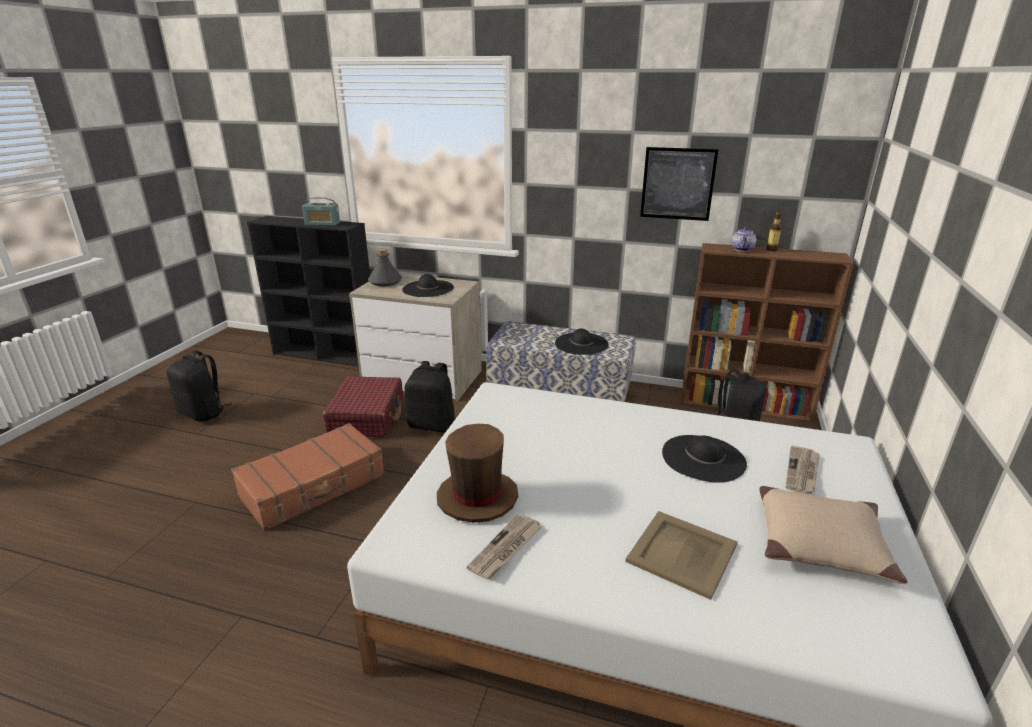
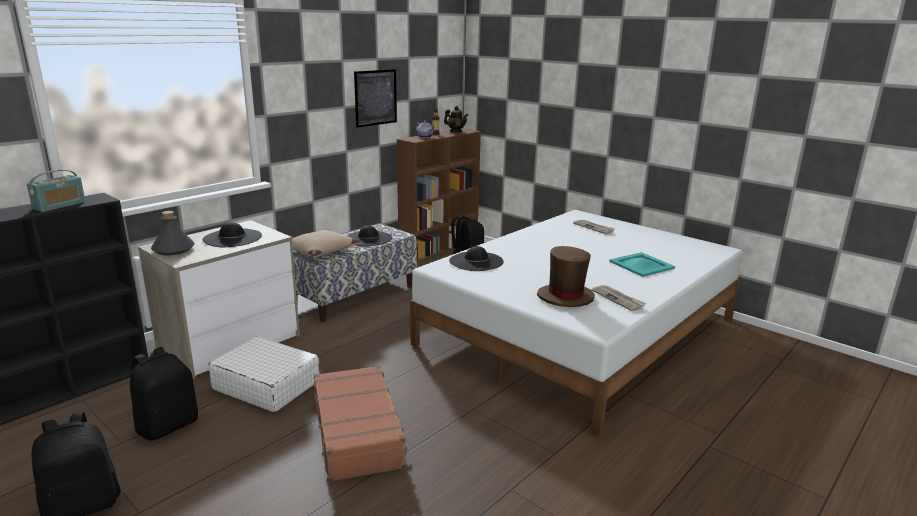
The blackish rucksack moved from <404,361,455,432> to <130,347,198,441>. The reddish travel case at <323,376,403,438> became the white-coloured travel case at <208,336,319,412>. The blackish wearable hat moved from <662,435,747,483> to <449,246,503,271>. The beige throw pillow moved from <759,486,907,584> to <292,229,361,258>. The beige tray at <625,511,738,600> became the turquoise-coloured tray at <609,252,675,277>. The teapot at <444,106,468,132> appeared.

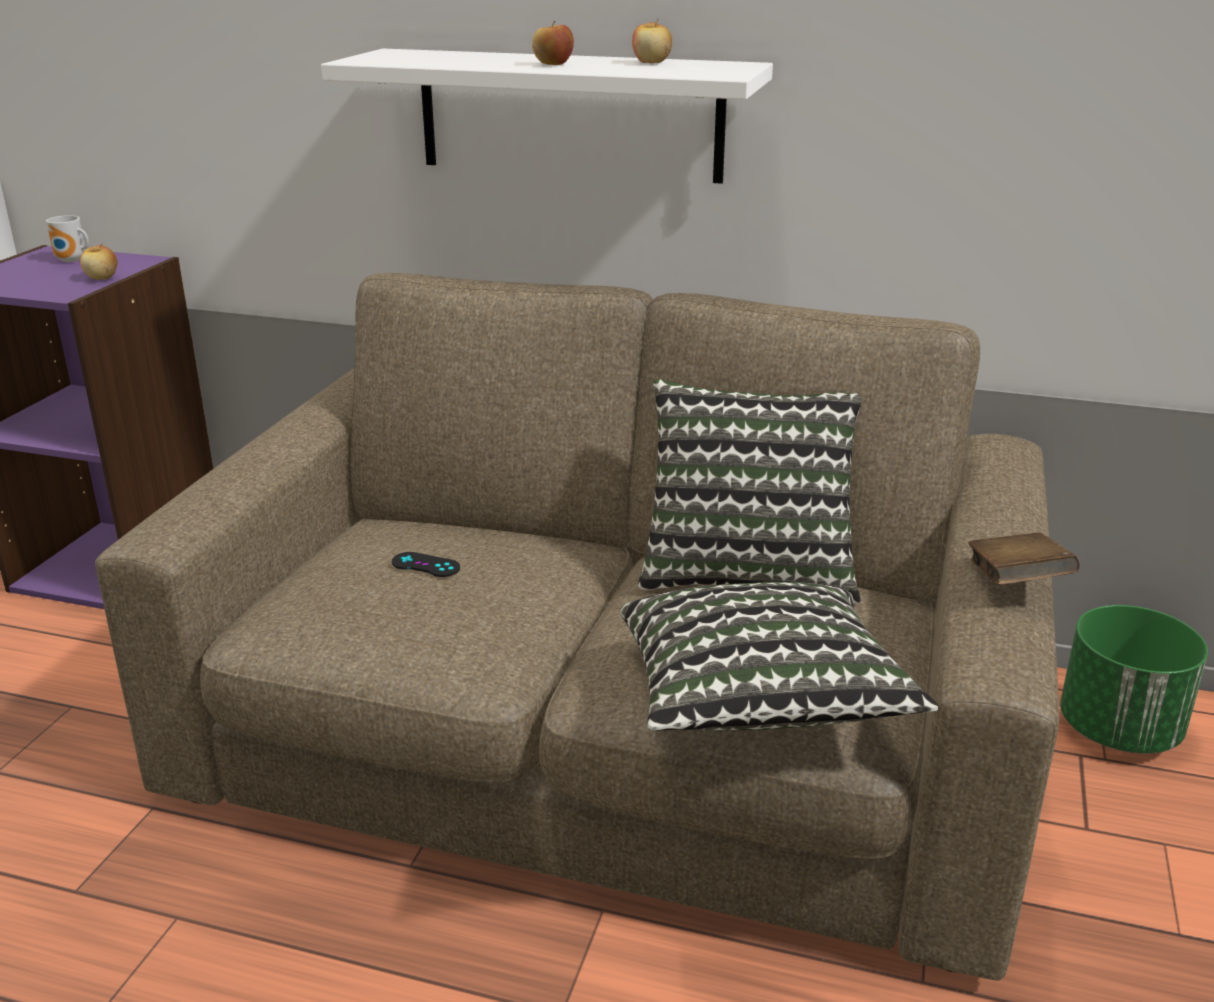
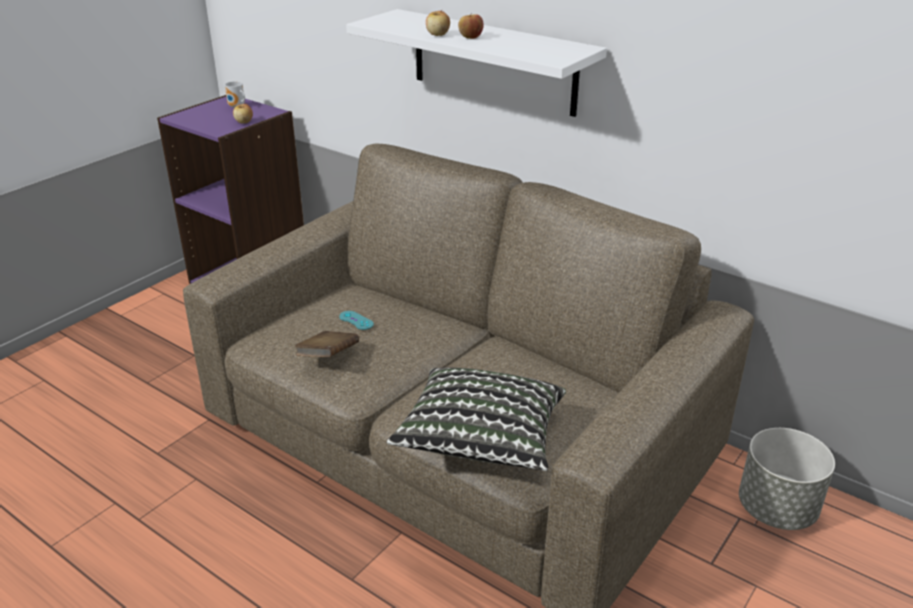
The apple moved from <632,19,672,63> to <426,9,450,36>. The throw pillow at <638,379,861,604> disappeared. The brown-coloured book moved from <968,533,1080,585> to <294,331,359,357>. The blackish game controller at <392,552,460,577> became the turquoise-coloured game controller at <339,311,374,330>. The green planter at <1060,605,1208,754> became the gray planter at <739,428,835,530>.

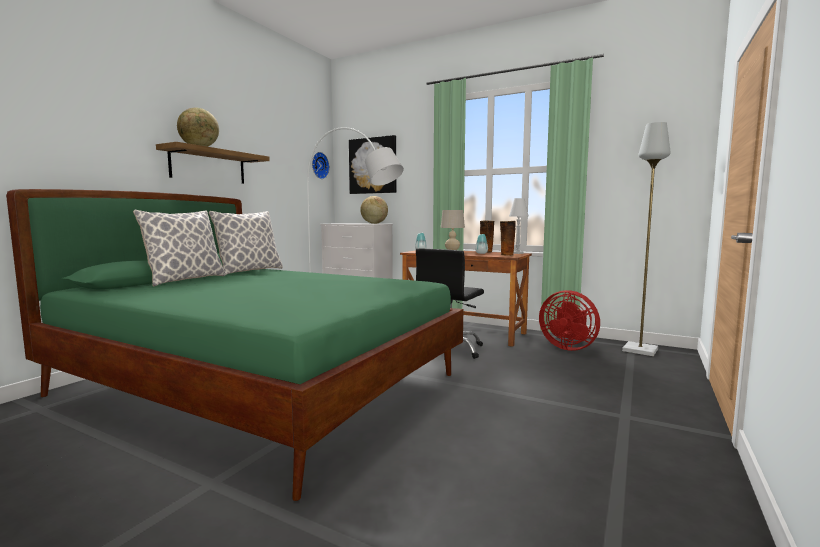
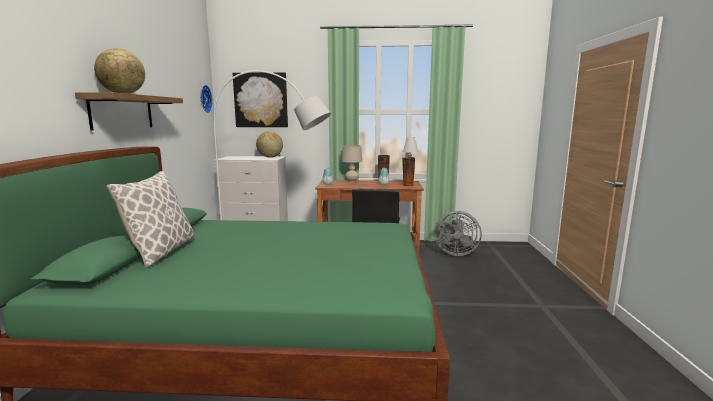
The gray standing lamp at <622,122,671,356> disappeared. The throw pillow at <209,211,283,275> disappeared. The reddish cooling fan at <539,290,600,351> became the gray cooling fan at <434,211,482,256>.

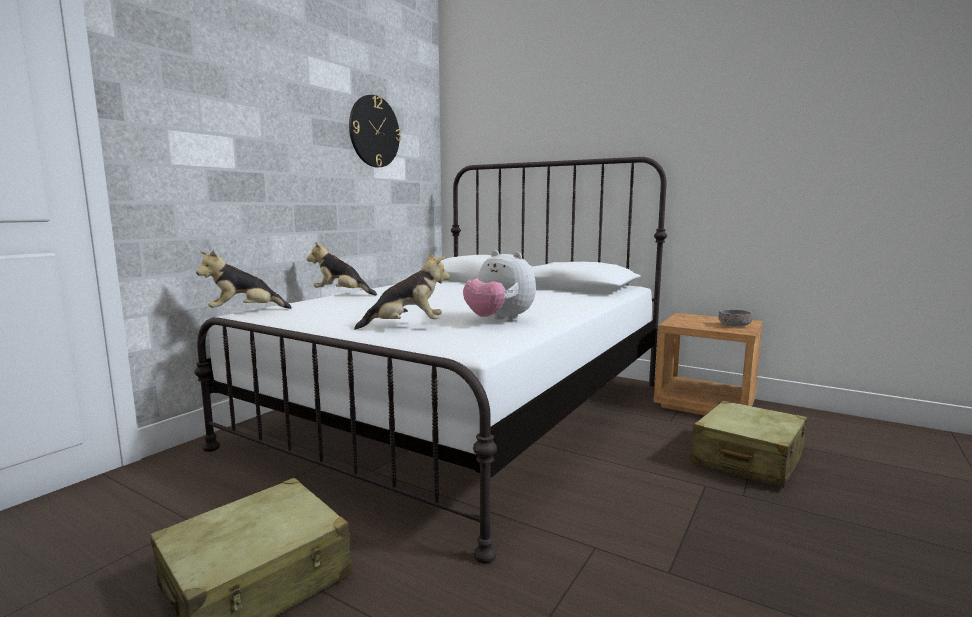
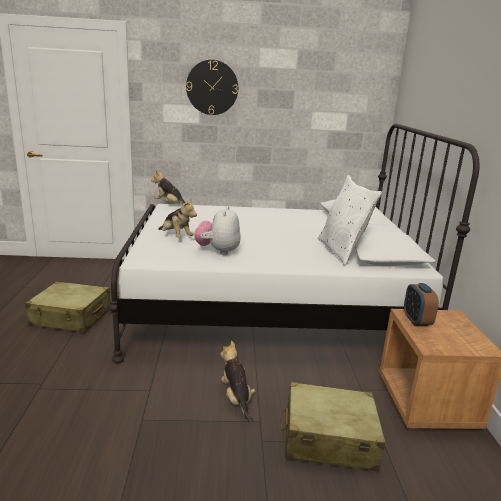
The clock on the wall moved from <349,95,401,167> to <186,60,238,115>. The cuddly toy moved from <307,242,377,296> to <220,341,255,423>. The gray deep dish at <718,309,752,327> disappeared. The white-coloured throw pillow at <318,175,383,266> appeared. The alarm clock at <404,283,439,326> appeared.

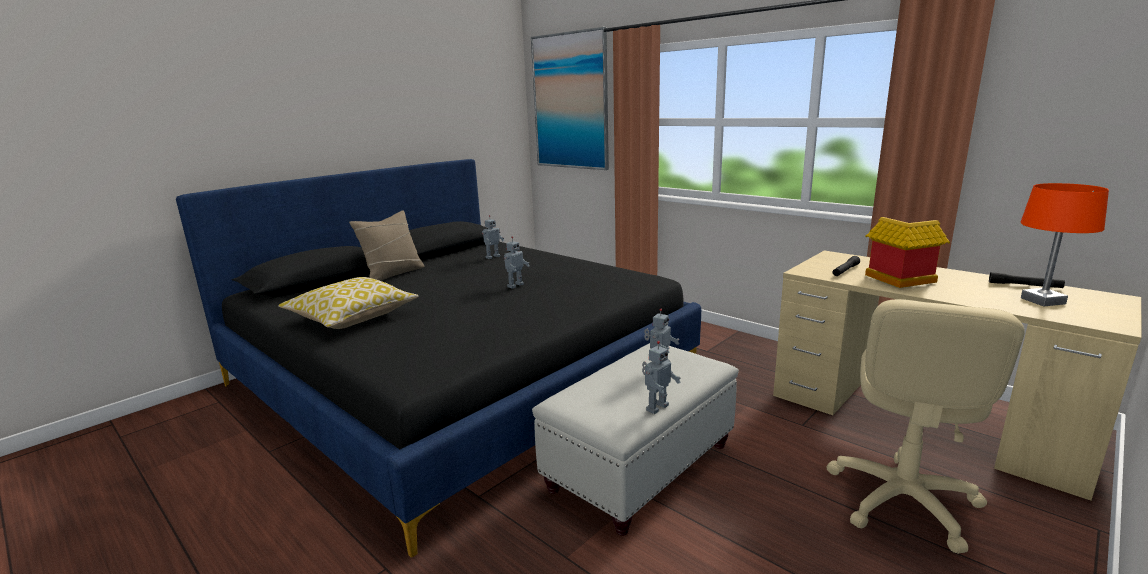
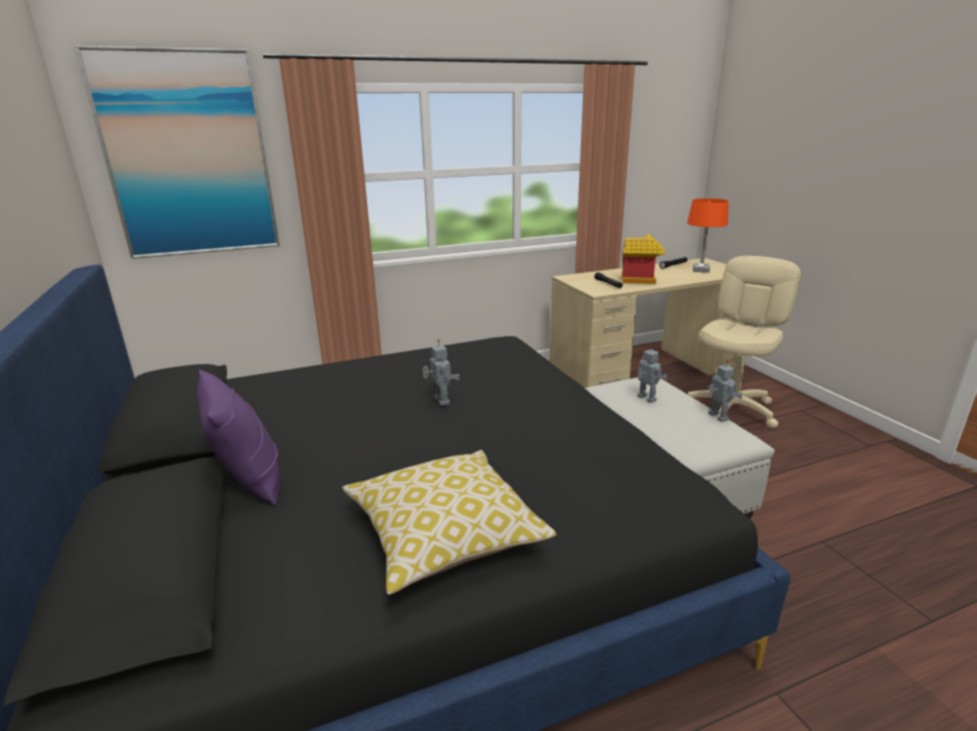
The beige throw pillow at <349,210,425,281> became the purple throw pillow at <197,370,280,506>. The toy robot at <482,215,504,259> disappeared. The beige office chair at <827,299,1024,554> turned 105 degrees counterclockwise.

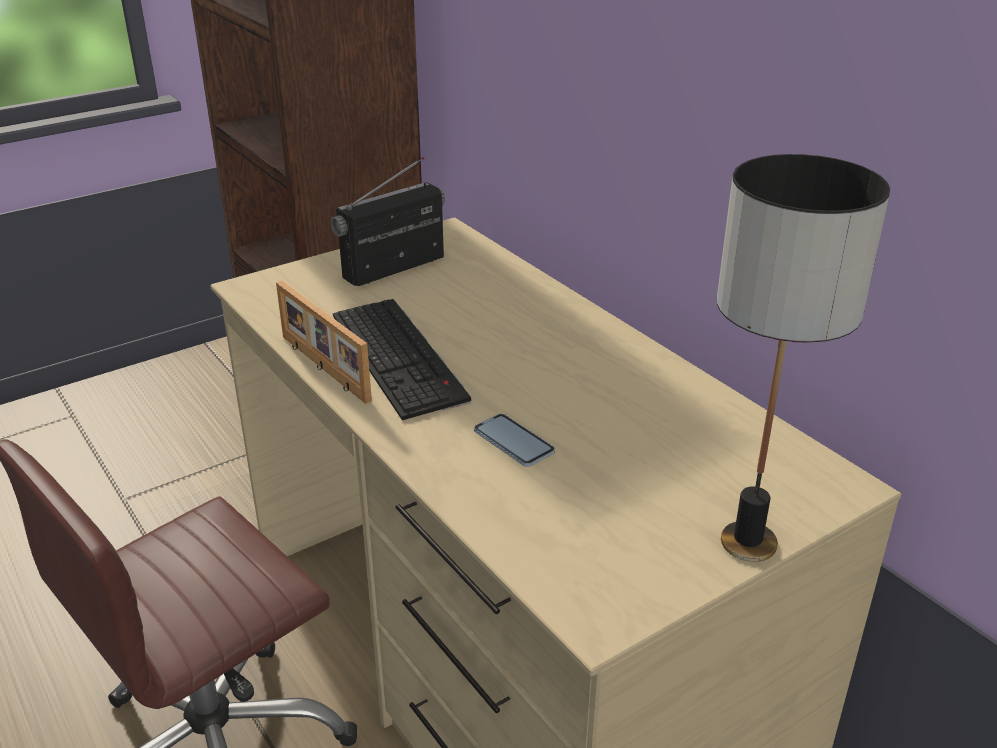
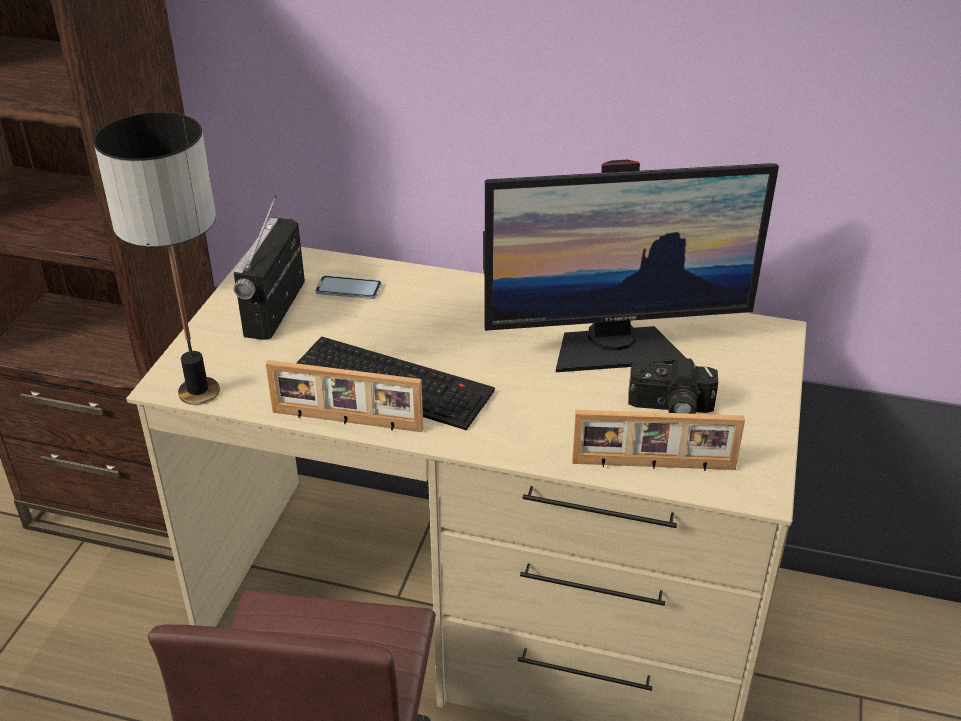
The lamp for a table moved from <717,154,890,562> to <94,112,220,405>. The phone moved from <474,414,555,467> to <315,276,382,299>. The monitor at <483,160,779,372> appeared. The photo camera at <628,358,718,414> appeared. The photo frame at <572,410,745,471> appeared.

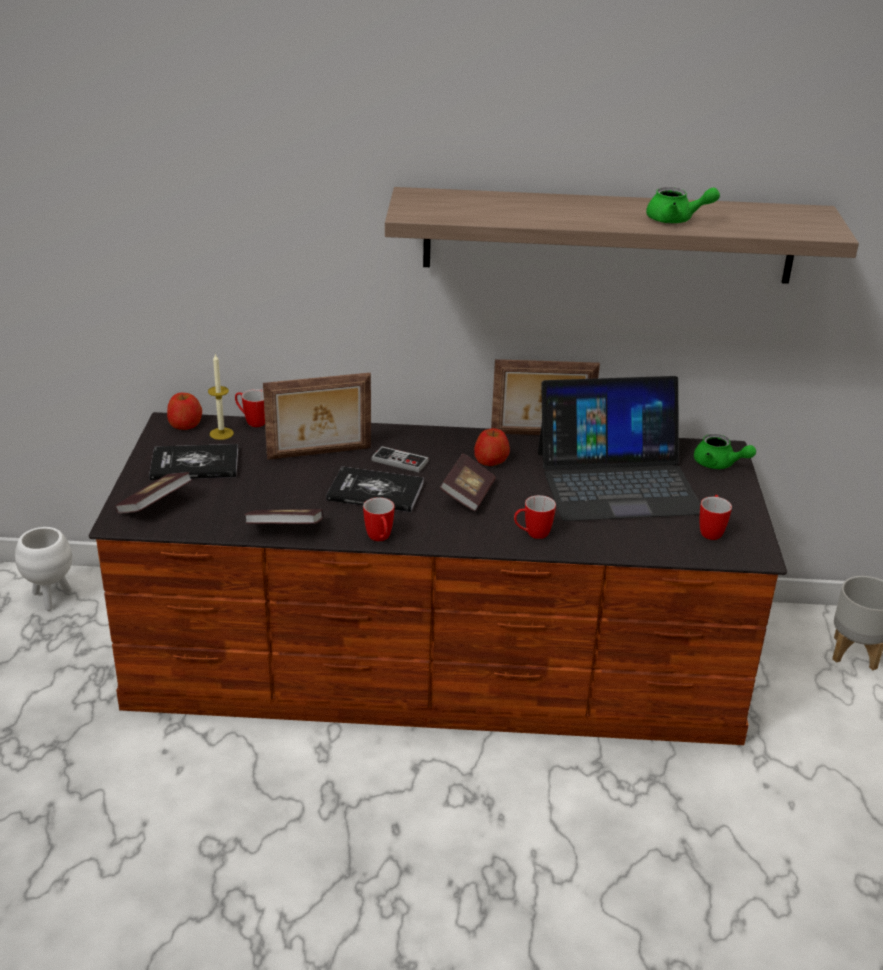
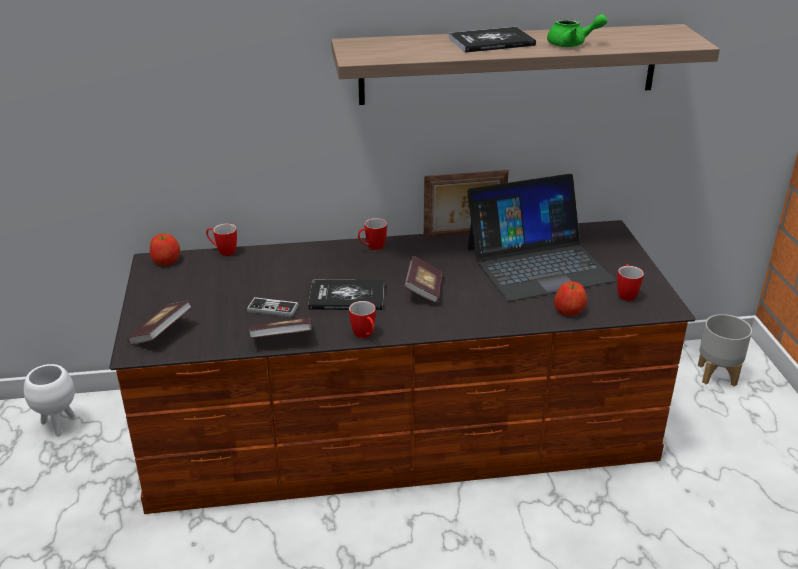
The candle at <208,353,234,440> disappeared. The photo frame at <263,373,371,460> disappeared. The apple moved from <474,428,510,466> to <554,282,587,316>. The green teapot at <694,434,756,469> disappeared. The book moved from <149,444,238,480> to <448,27,536,53>. The game controller moved from <371,446,429,472> to <247,297,299,317>. The coffee mug moved from <514,495,556,539> to <358,218,387,250>.

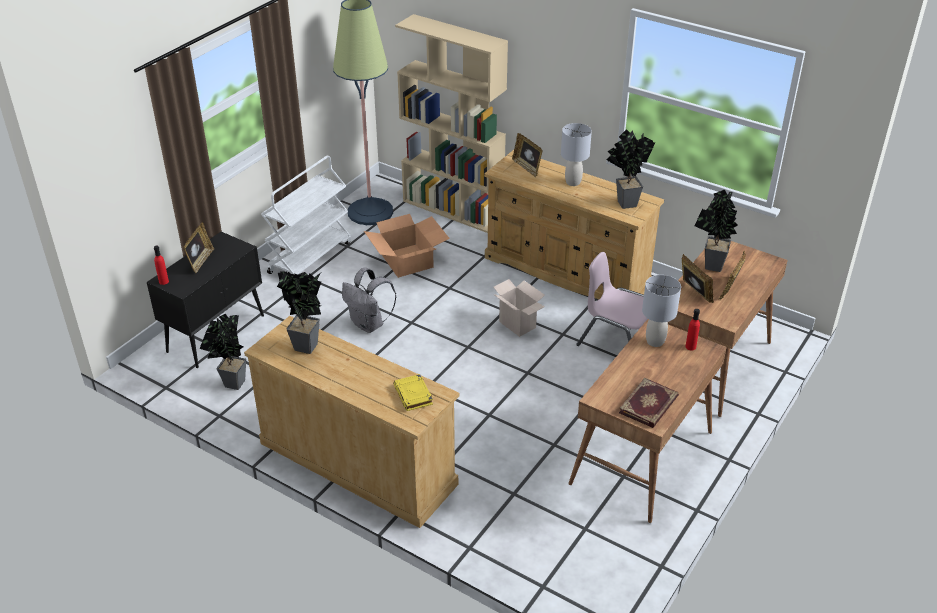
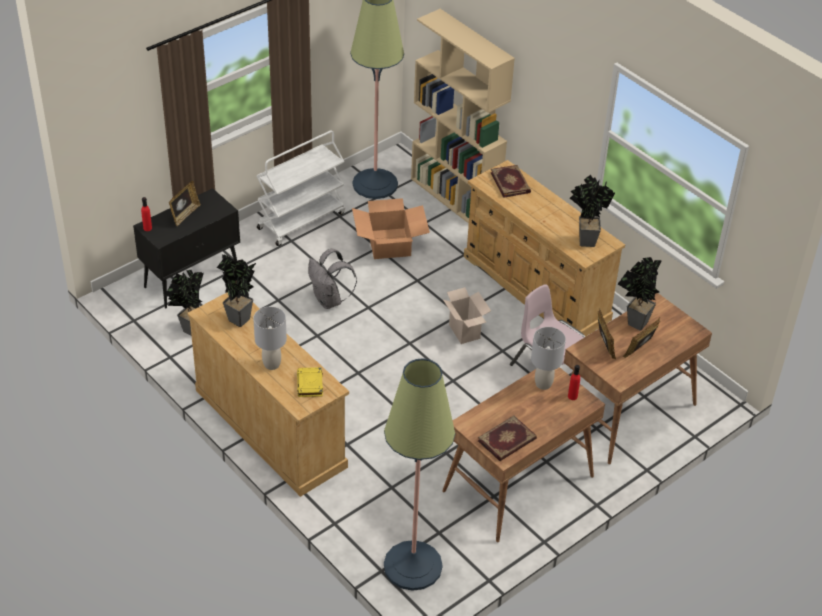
The gray lamp for a table moved from <561,123,592,186> to <253,307,287,370>. The photo frame at <512,133,543,177> was replaced by the book at <491,165,531,198>. The standing lamp at <384,358,455,591> appeared.

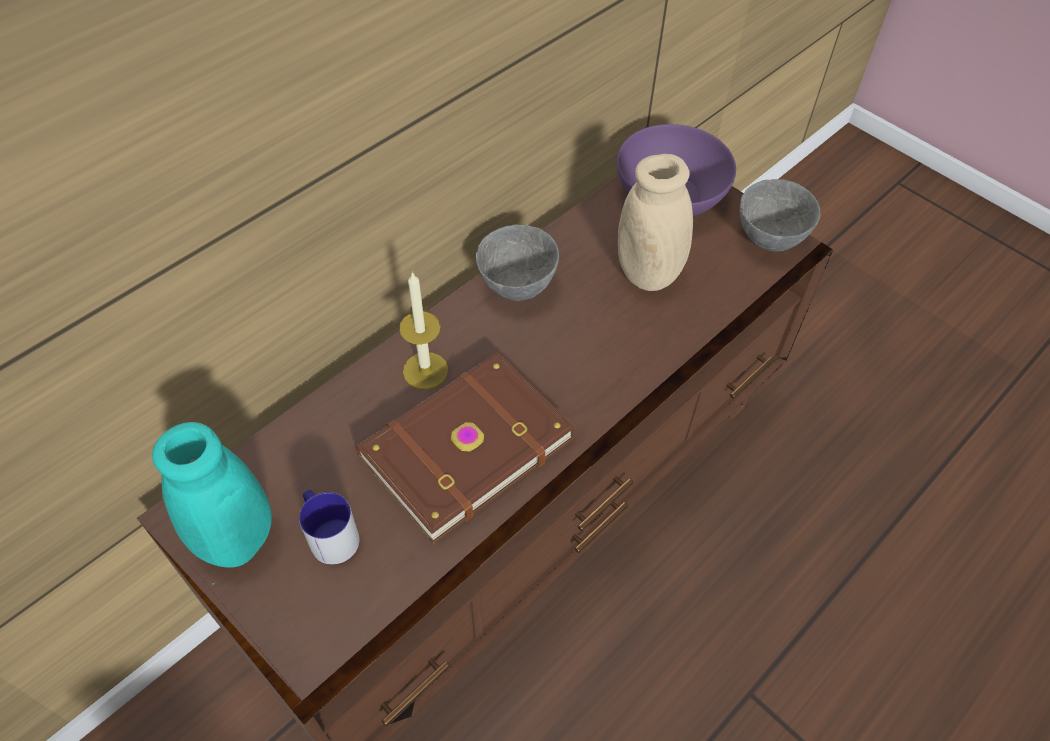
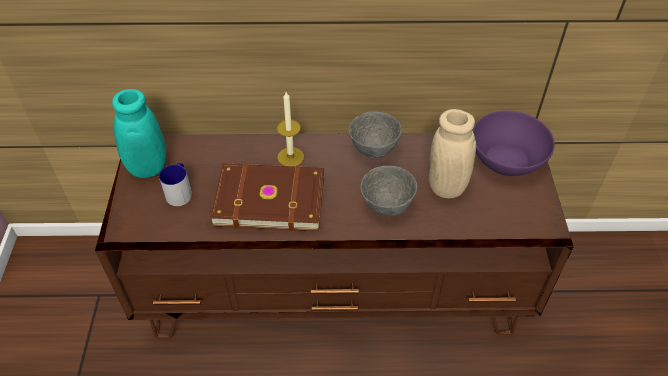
The gray deep dish moved from <740,179,820,252> to <360,166,417,216>.

